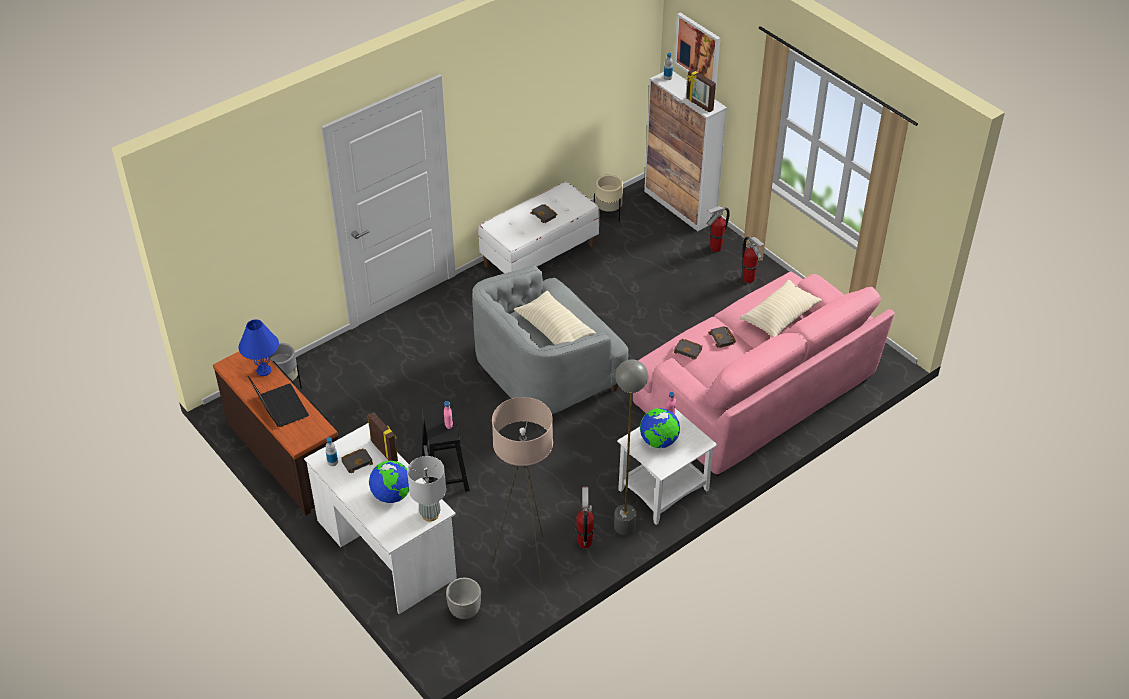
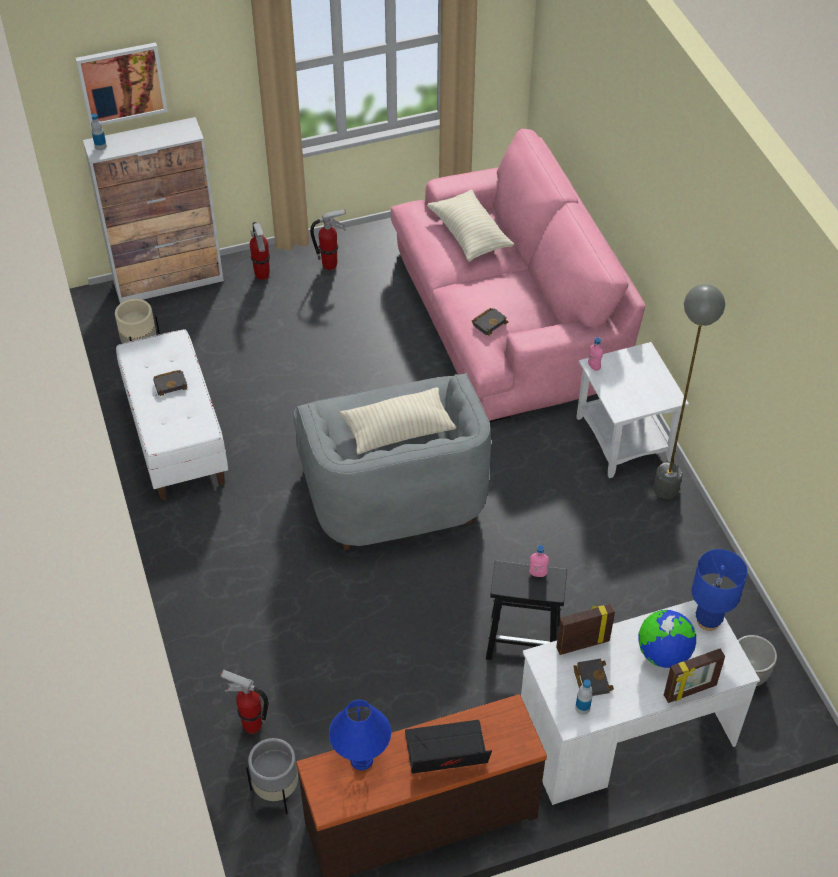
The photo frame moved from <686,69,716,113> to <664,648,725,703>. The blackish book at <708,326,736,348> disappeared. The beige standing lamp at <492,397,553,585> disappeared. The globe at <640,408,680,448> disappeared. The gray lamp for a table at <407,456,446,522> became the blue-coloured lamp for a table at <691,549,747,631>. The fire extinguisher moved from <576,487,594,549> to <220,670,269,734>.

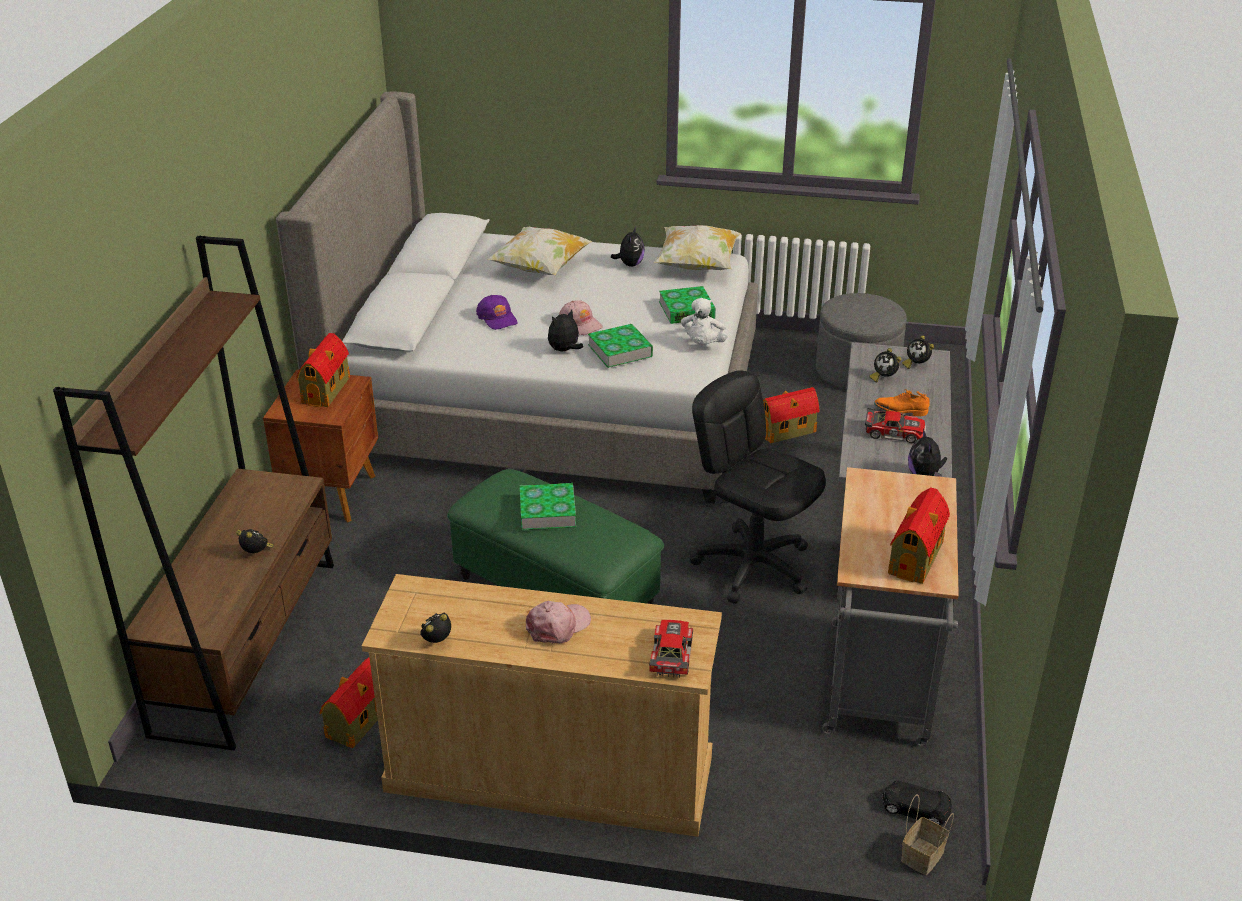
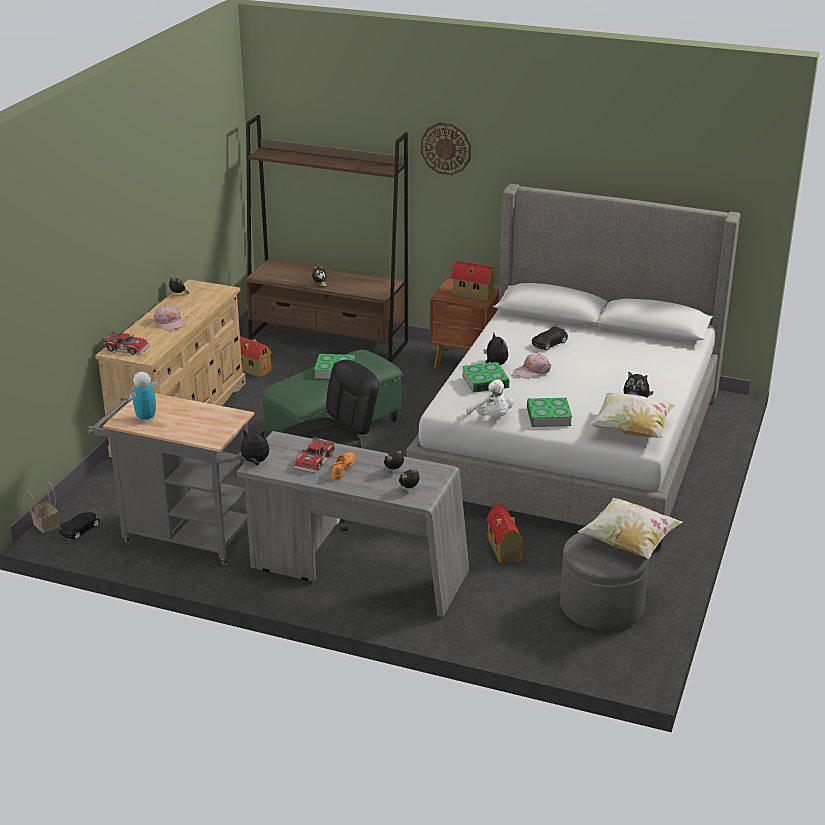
The throw pillow moved from <486,227,592,275> to <577,497,683,559>. The purple cap at <476,295,518,330> was replaced by the blackish model car at <532,327,568,351>. The white-coloured cuddly toy at <681,298,728,345> turned 150 degrees counterclockwise. The miniature house at <888,487,950,584> was replaced by the toy robot at <126,372,160,422>. The clock on the wall at <421,122,471,175> appeared.

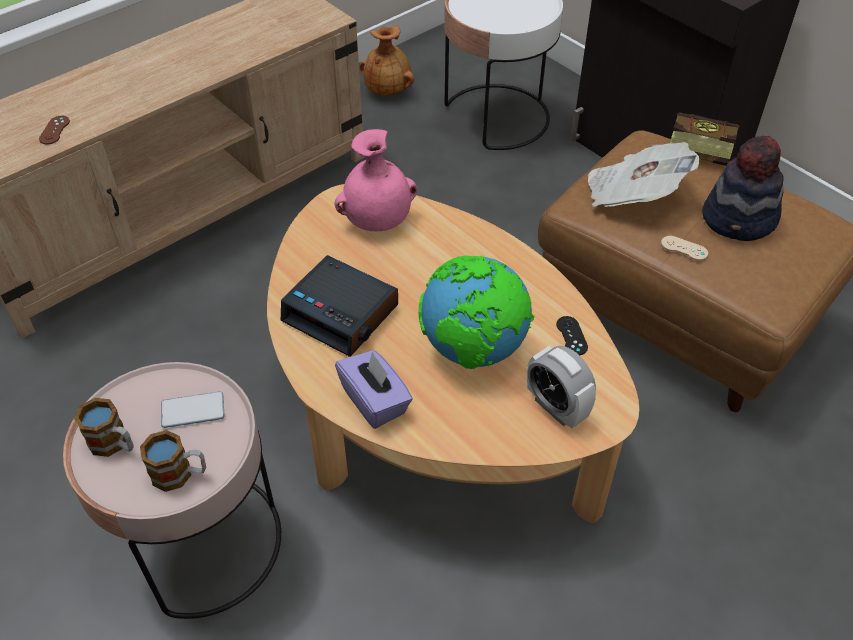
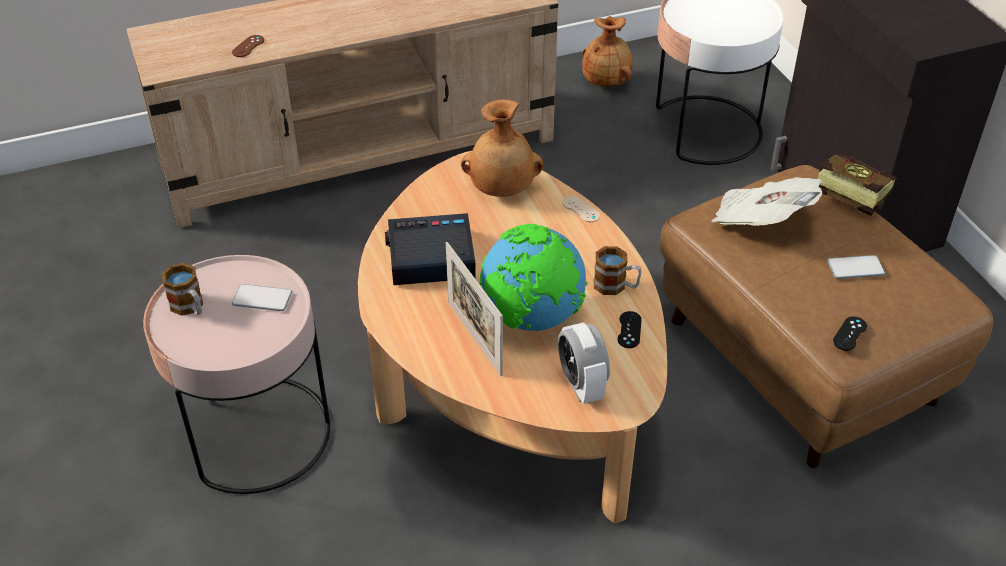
The pink-coloured vase at <335,129,417,231> became the brown-coloured vase at <461,99,543,197>. The wearable hat at <702,136,784,241> was replaced by the phone at <827,255,885,279>. The beige game controller moved from <661,236,708,260> to <563,196,600,222>. The alarm clock at <281,255,398,357> turned 120 degrees clockwise. The purple tissue holder at <335,350,413,429> disappeared. The coffee mug moved from <140,430,206,492> to <594,246,642,295>. The photo frame at <446,242,503,376> appeared. The blackish game controller at <833,317,867,351> appeared.

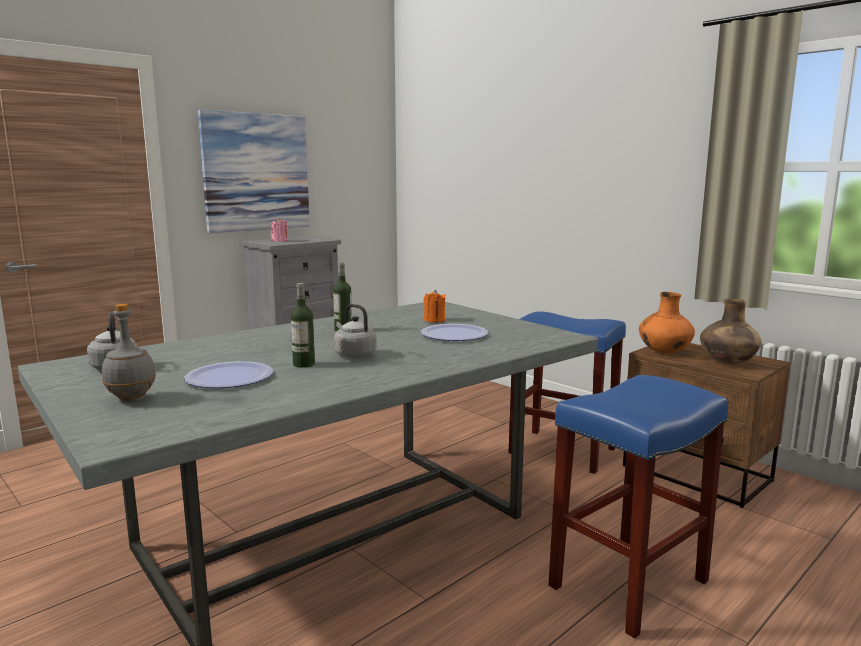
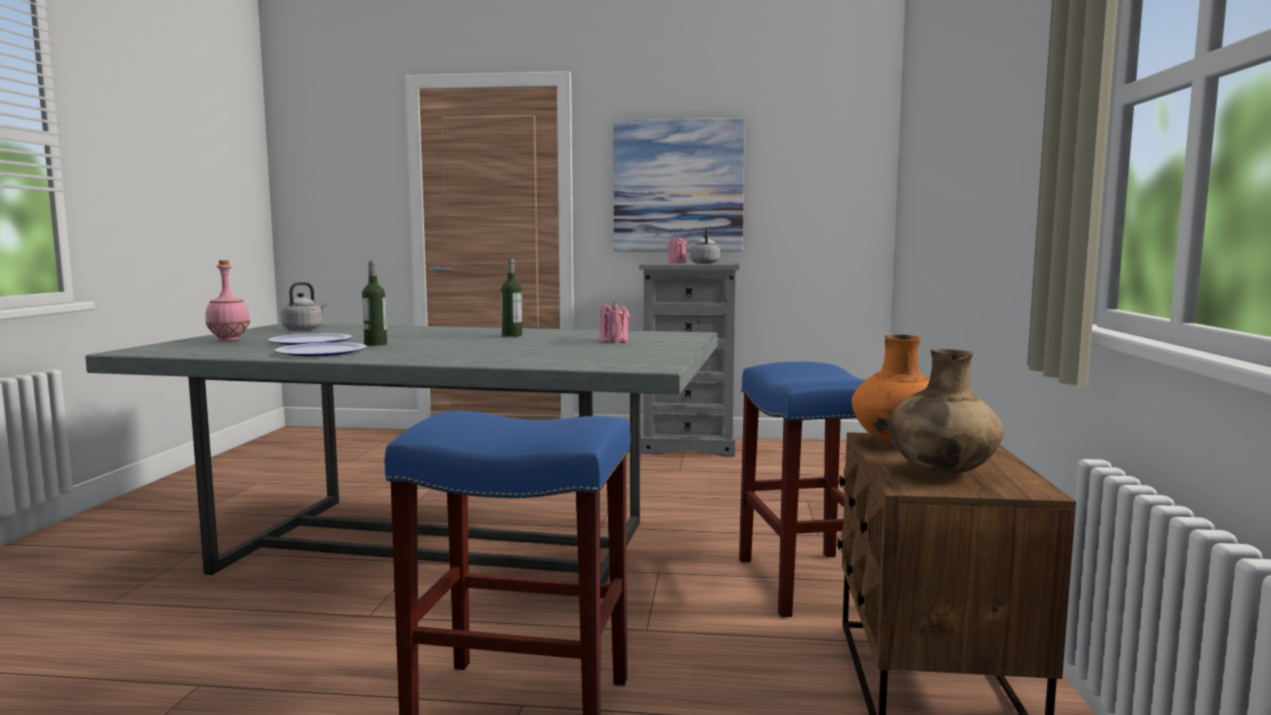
The orangey candle at <423,290,446,323> became the pink-coloured candle at <600,301,630,343>. The gray bottle at <102,304,156,403> became the pink-coloured bottle at <205,260,250,341>. The gray water kettle moved from <334,304,377,359> to <690,226,720,264>. The dinner plate moved from <421,324,488,341> to <275,342,367,356>.

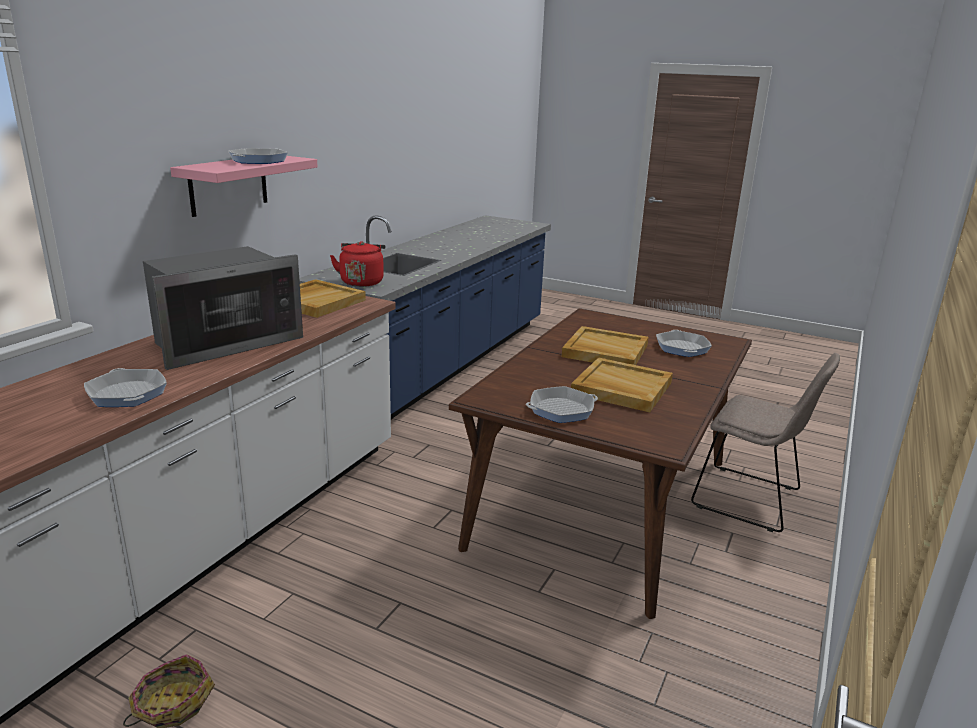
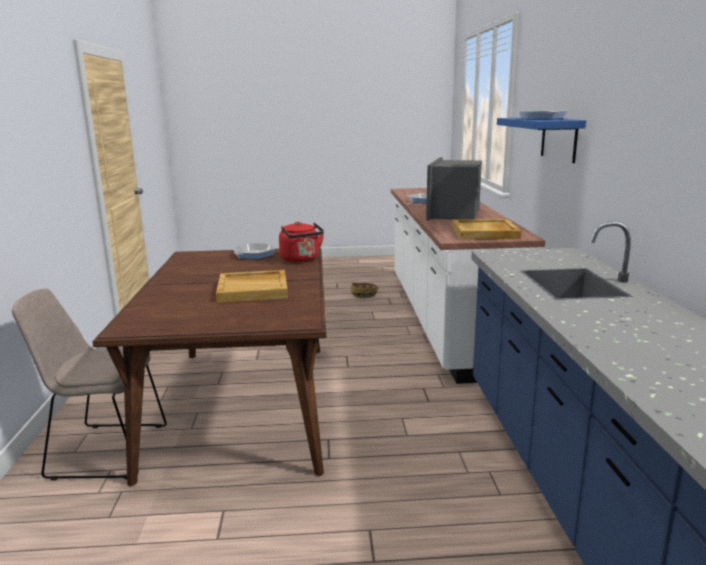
The pink-coloured bracket shelf at <170,156,318,217> became the blue-coloured bracket shelf at <497,118,586,163>. The reddish water kettle moved from <330,241,386,287> to <279,221,324,262>. The frying pan at <656,330,712,357> disappeared. The beige tray at <571,357,673,412> disappeared.

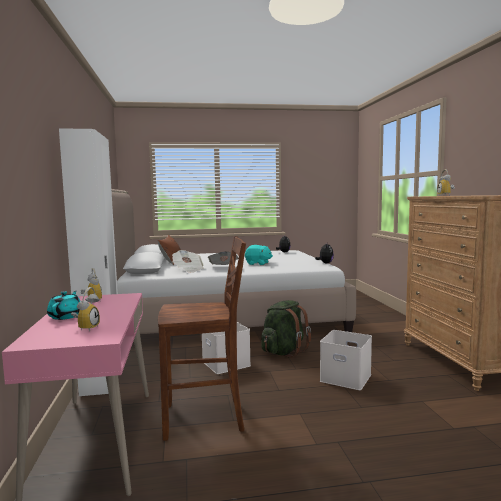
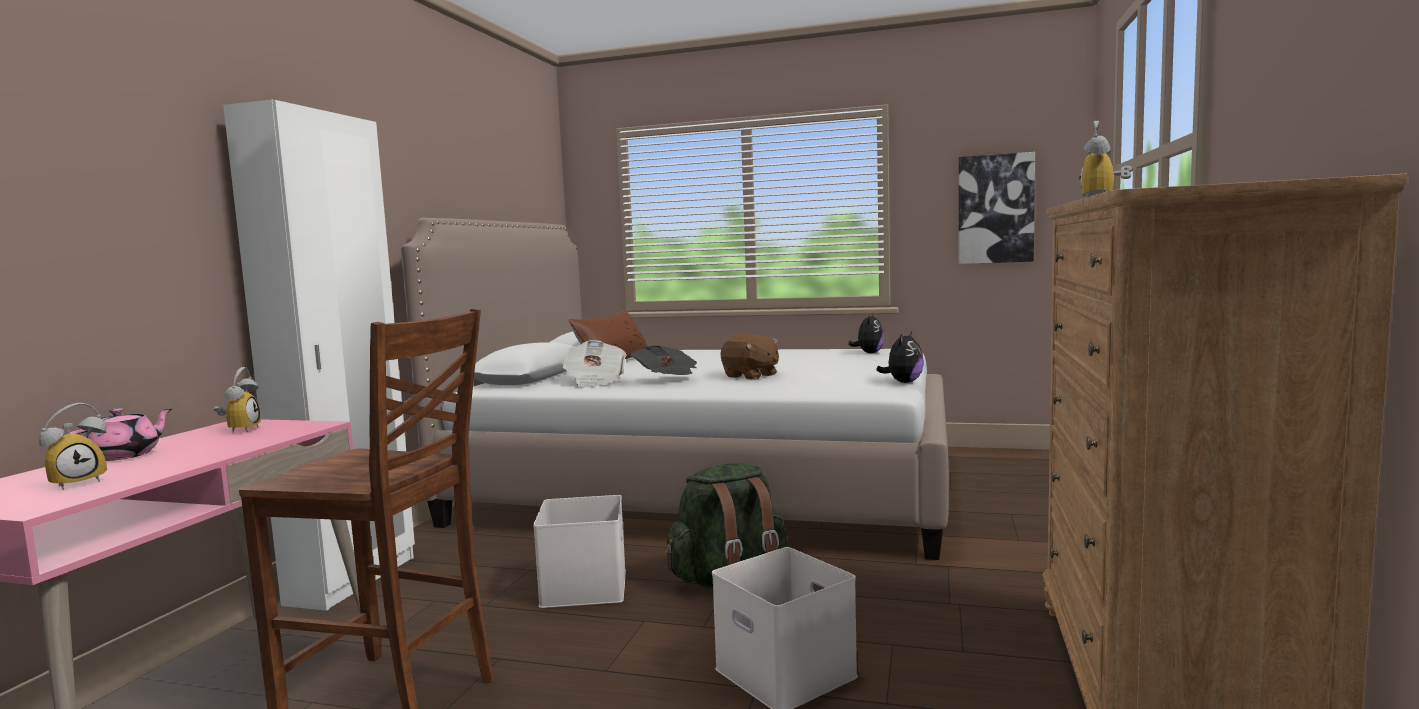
The turquoise-coloured cuddly toy at <245,245,273,265> became the brown-coloured cuddly toy at <720,334,779,380>. The turquoise-coloured teapot at <47,291,80,320> became the pink-coloured teapot at <66,408,173,461>. The wall art at <959,152,1035,264> appeared.

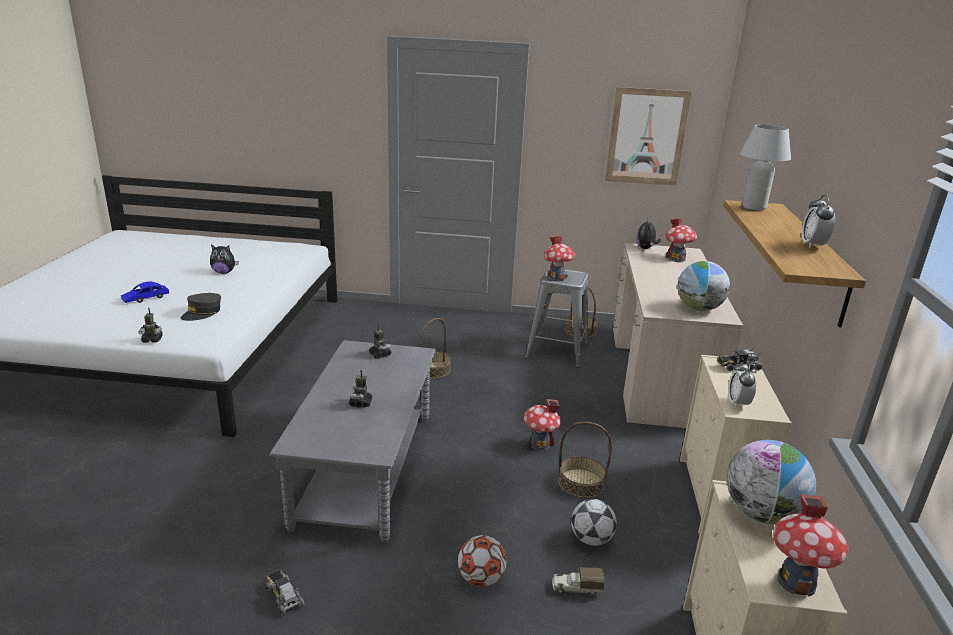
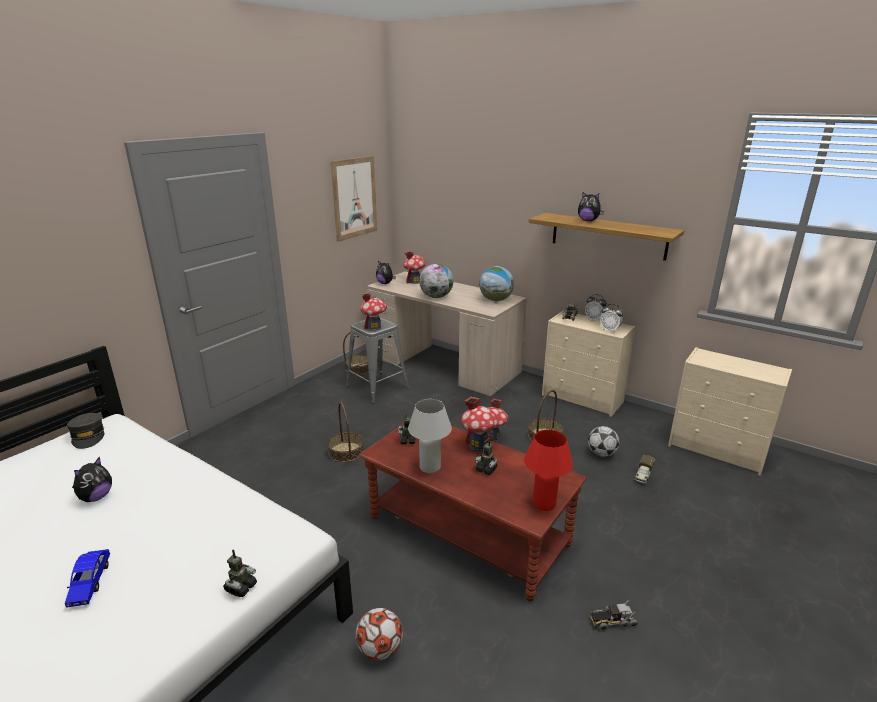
The white-coloured lamp for a table moved from <740,125,791,210> to <408,399,452,473>. The alarm clock moved from <802,195,835,248> to <585,294,607,322>. The gray cap moved from <181,293,221,321> to <67,413,104,449>. The gray coffee table at <269,340,436,543> became the brown-coloured coffee table at <359,418,587,602>. The globe moved from <727,440,816,524> to <419,264,454,298>. The miniature house moved from <773,494,848,597> to <461,397,498,451>. The football ball moved from <458,535,507,587> to <356,608,403,661>. The cuddly toy at <578,192,604,221> appeared. The reddish lamp for a table at <524,430,573,511> appeared.

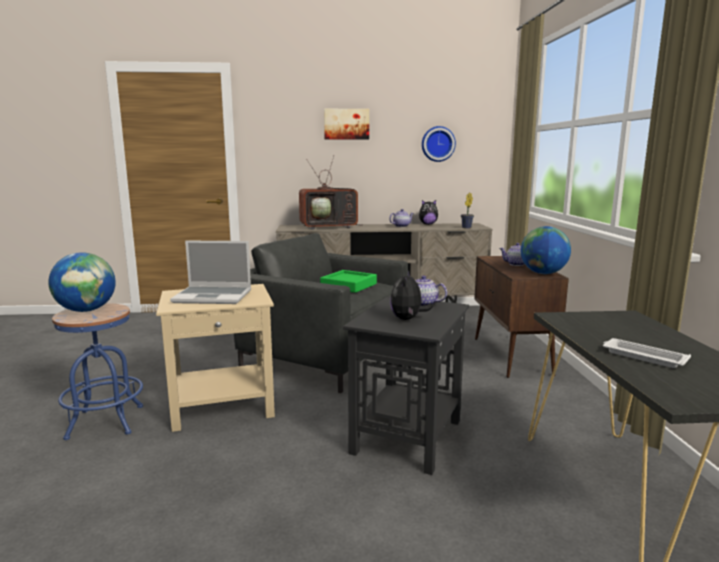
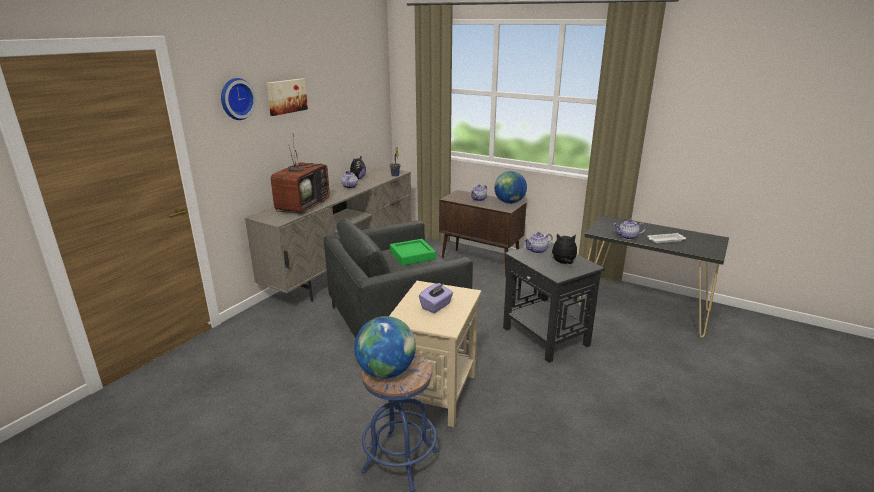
The clock on the wall moved from <422,126,456,162> to <221,78,256,120>. The laptop at <170,240,251,304> was replaced by the purple tissue holder at <419,283,453,313>. The cuddly toy at <390,271,433,320> turned 135 degrees clockwise. The teapot at <614,219,646,240> appeared.

